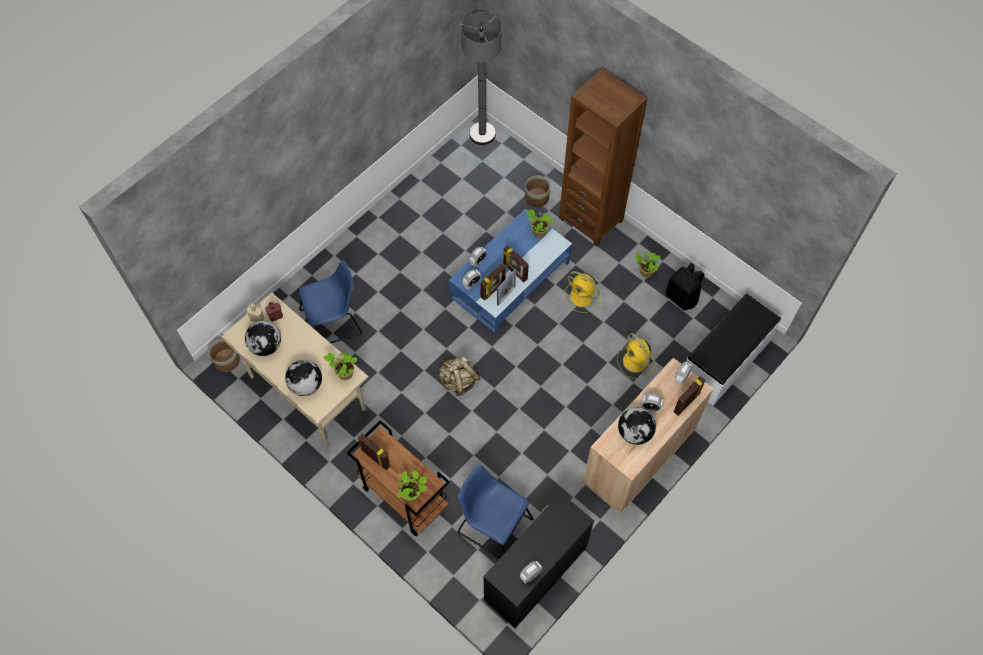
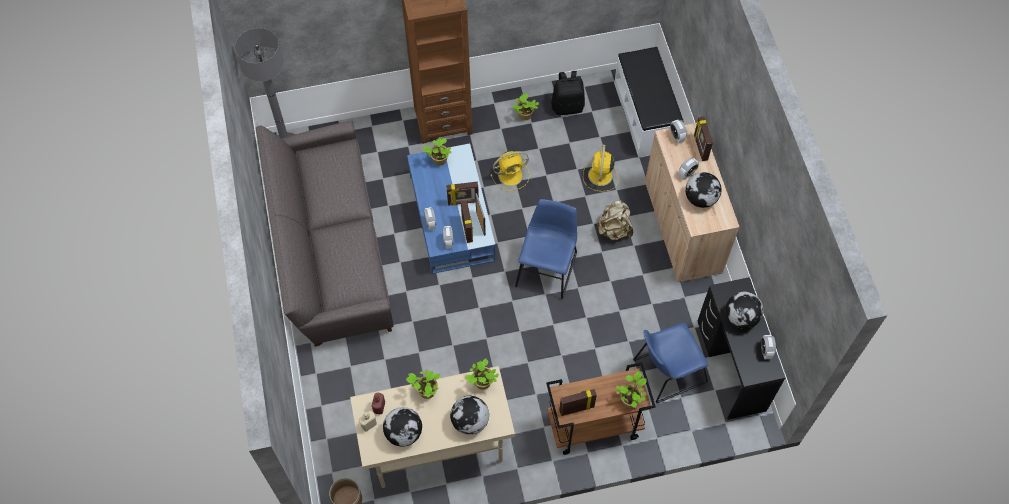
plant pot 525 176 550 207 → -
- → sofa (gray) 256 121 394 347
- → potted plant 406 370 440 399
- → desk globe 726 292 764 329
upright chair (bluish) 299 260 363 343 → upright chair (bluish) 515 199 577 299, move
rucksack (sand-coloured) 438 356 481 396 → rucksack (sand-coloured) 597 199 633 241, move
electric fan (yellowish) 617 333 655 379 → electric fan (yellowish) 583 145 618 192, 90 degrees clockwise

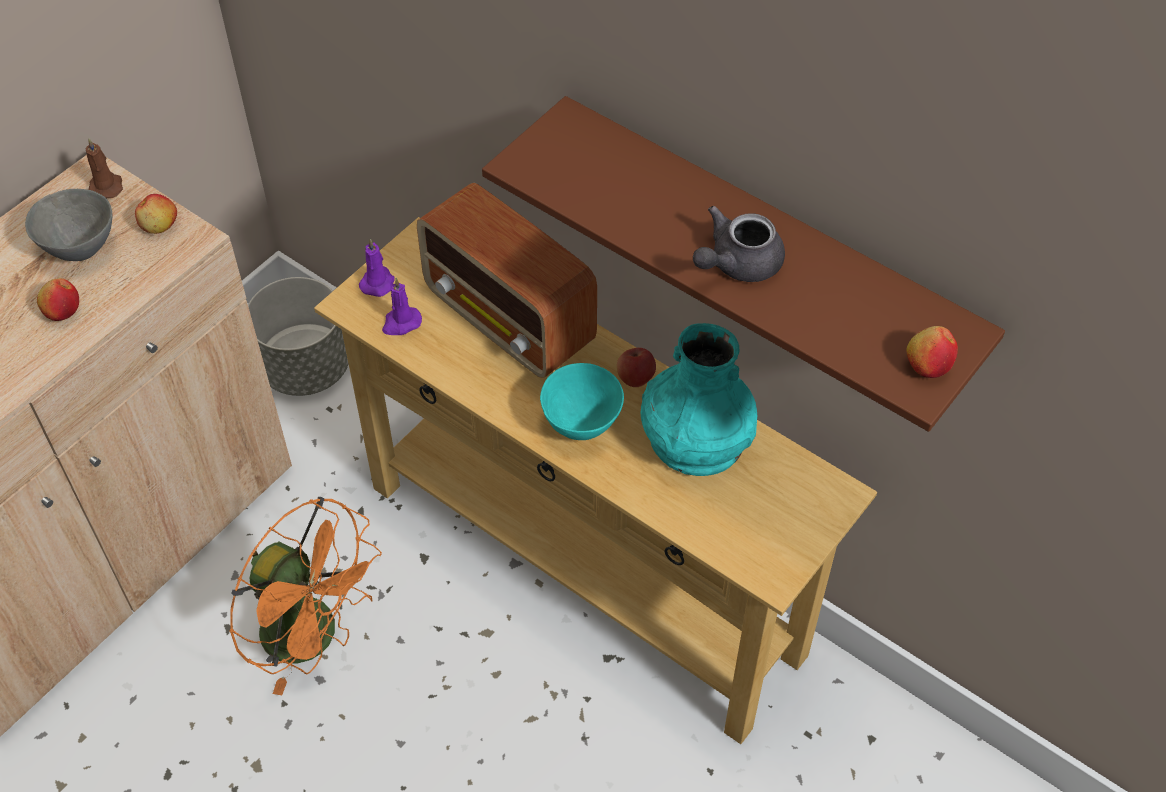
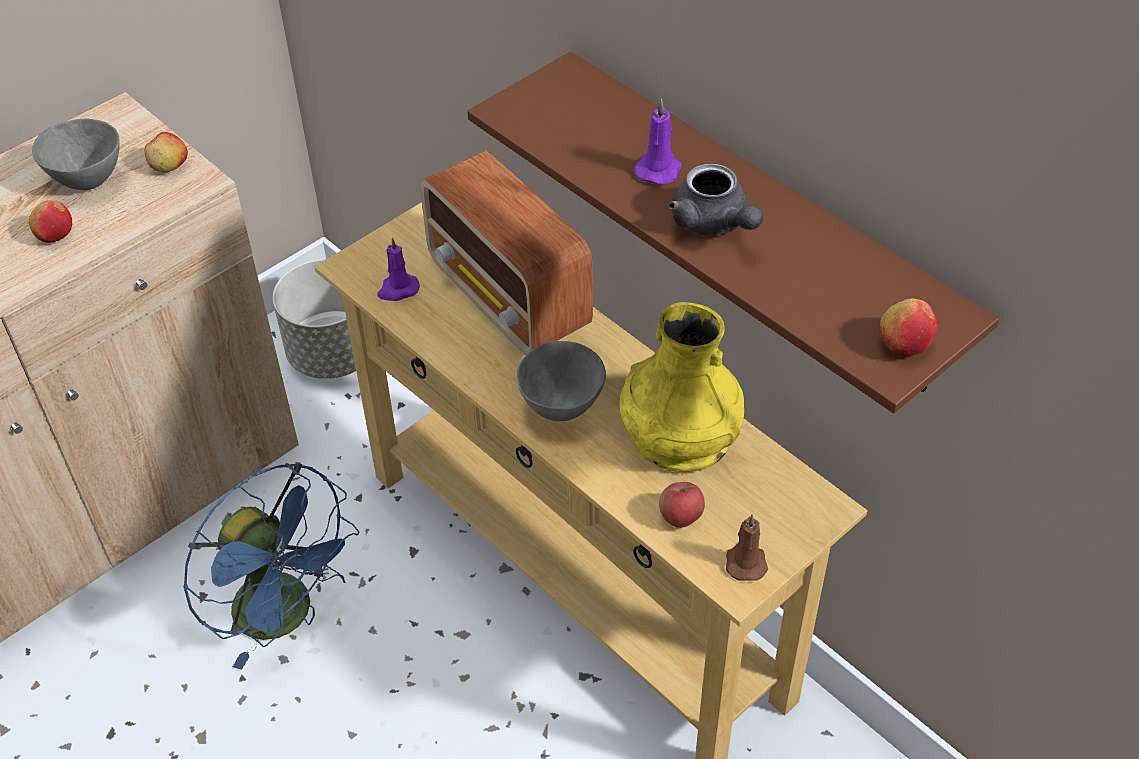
wax light (brownish) 86 138 123 198 → wax light (brownish) 726 514 768 581, move
wax light (purple-coloured) 359 239 395 297 → wax light (purple-coloured) 634 98 682 185, move
whole apple 617 348 656 387 → whole apple 659 482 705 528, move
electric fan (orange) 229 497 382 695 → electric fan (bluish) 183 462 359 670
deep dish (turquoise-coloured) 540 363 624 440 → deep dish (gray) 517 341 606 421
decorative vase (turquoise-coloured) 641 323 757 476 → decorative vase (yellowish) 620 302 744 472
tea pot (gray) 693 206 785 282 → tea pot (gray) 669 163 763 236, 90 degrees counterclockwise

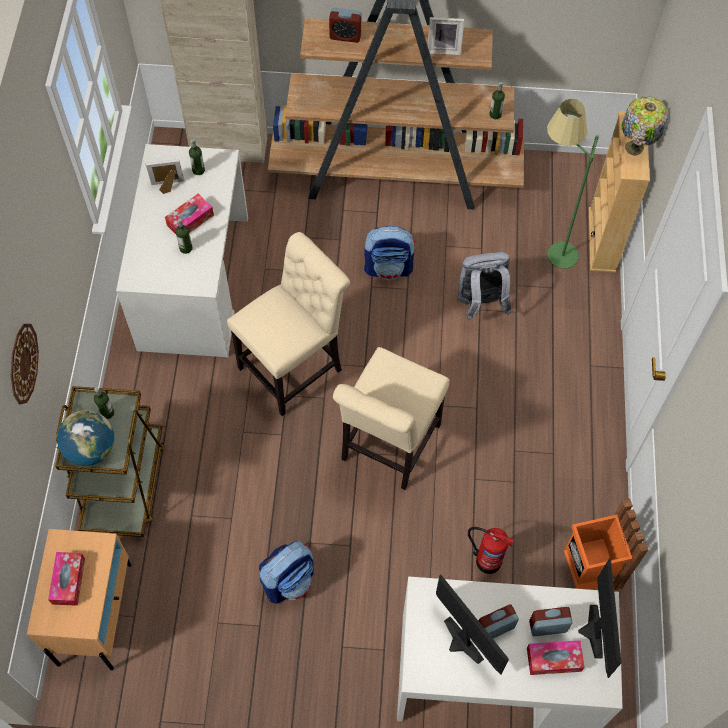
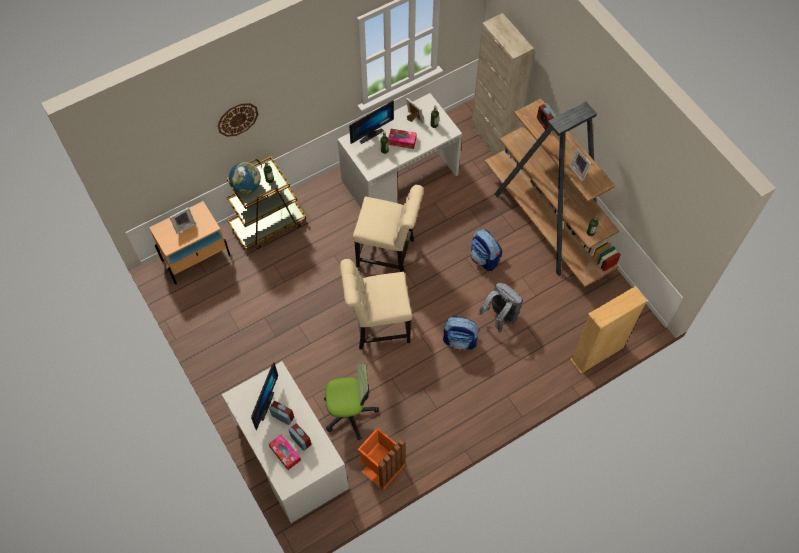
standing lamp (greenish) 547 99 599 269 → -
lamp for a table 621 97 668 156 → -
rucksack 259 541 314 603 → rucksack 443 316 480 351, move
monitor 578 558 621 678 → monitor 349 100 394 144, move
tissue holder 48 552 85 606 → standing frame 169 207 195 234
extinguisher 468 527 514 574 → computer chair 324 363 379 440

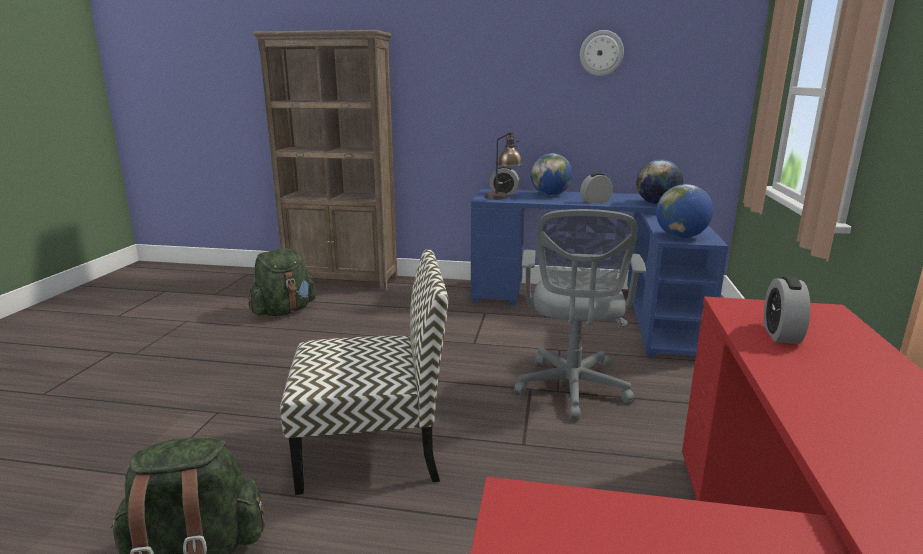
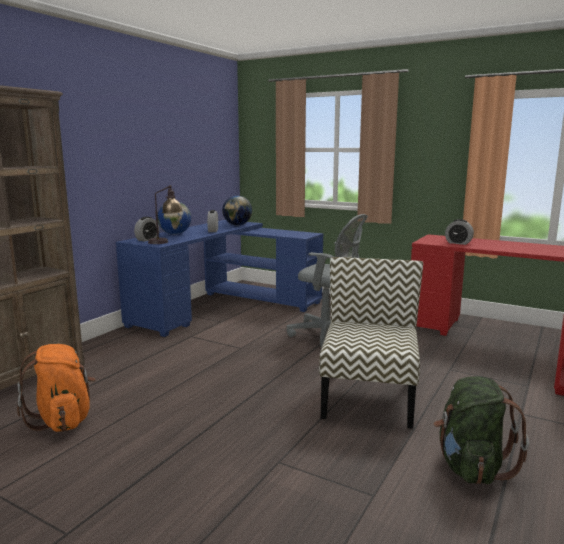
clock on the wall 580 30 624 76 → -
desk globe 656 184 713 238 → -
rucksack (greenish) 249 248 316 316 → rucksack (orange) 17 344 96 432

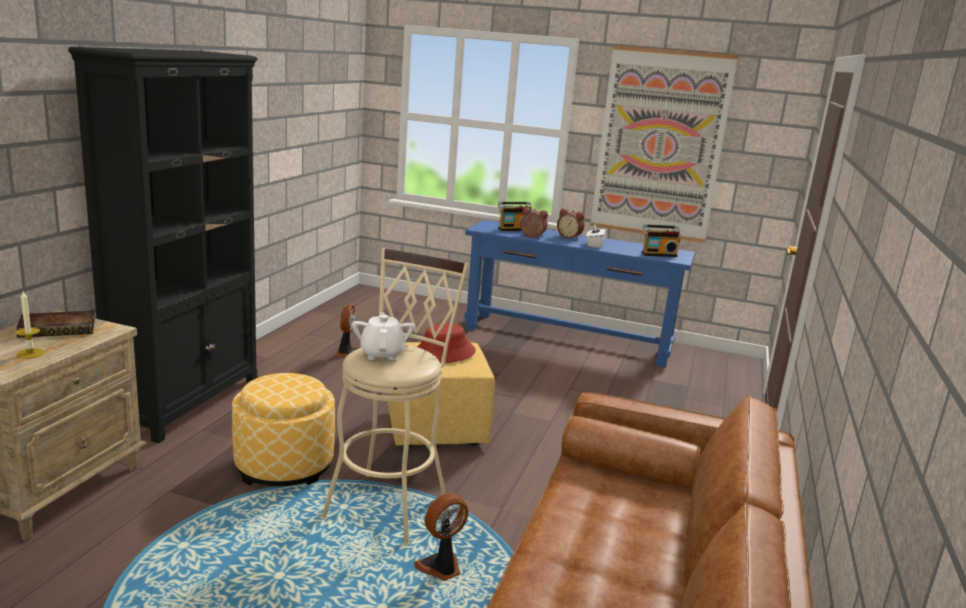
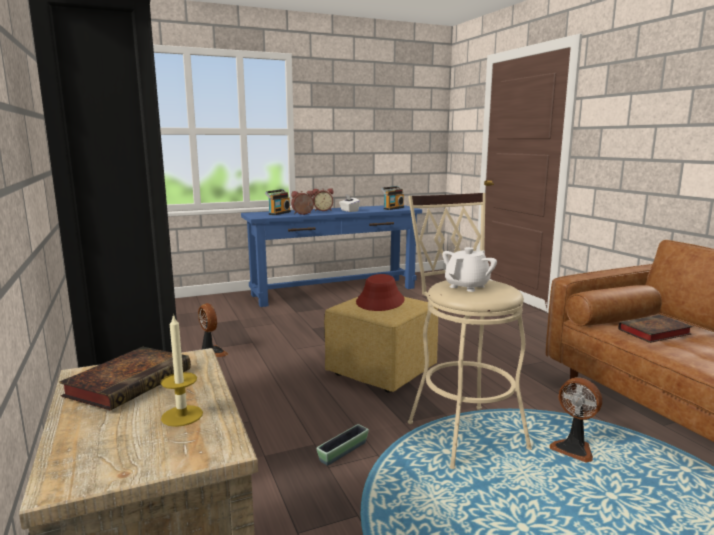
wall art 590 45 738 243 → -
- → book 618 315 693 343
footrest 232 373 335 486 → plant pot 316 424 369 466
tea pot (white) 352 312 415 360 → tea pot (white) 443 247 497 292, 90 degrees clockwise
electric fan 414 493 468 581 → electric fan 549 378 602 463, 60 degrees counterclockwise

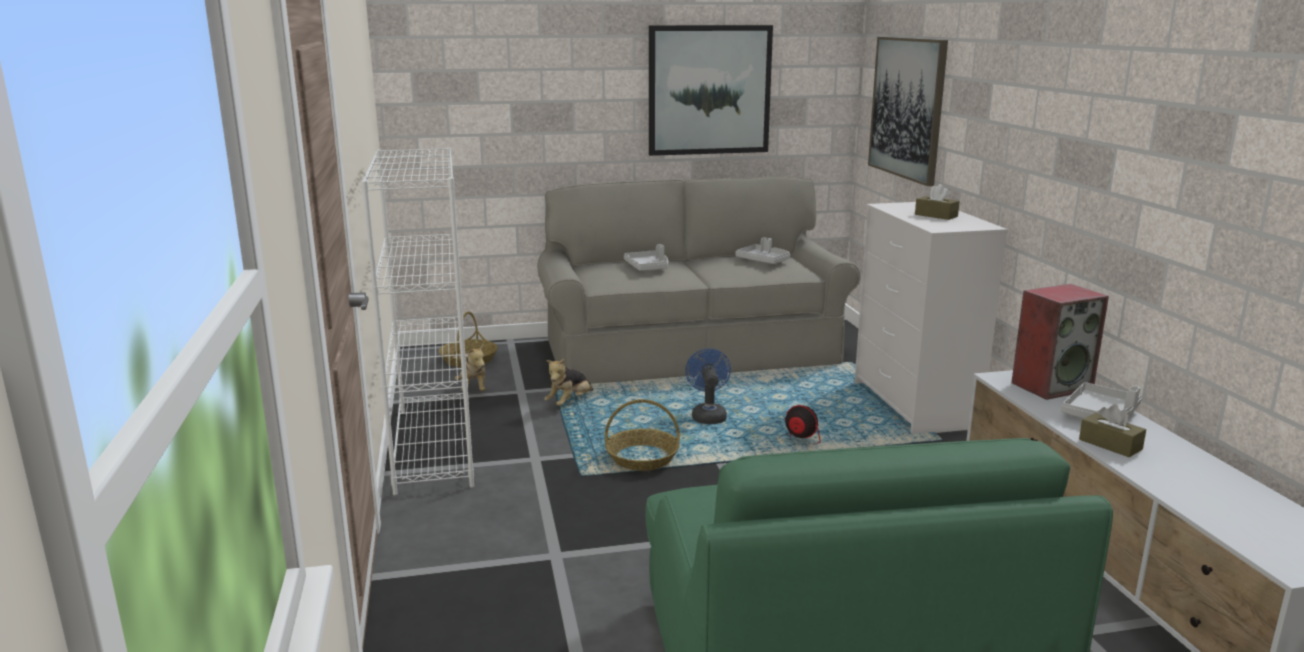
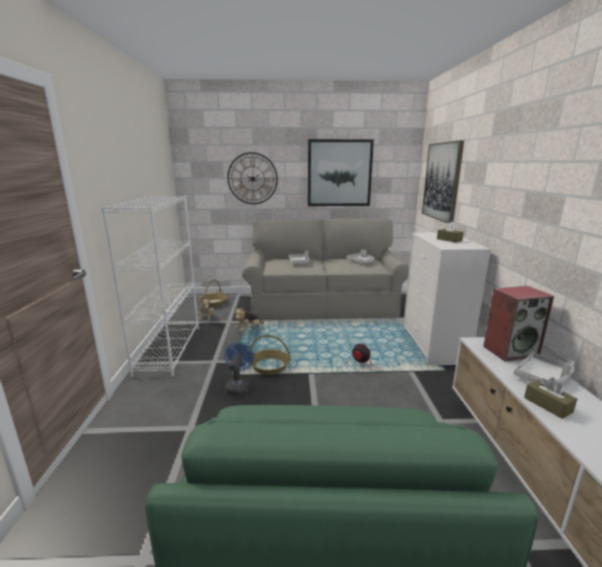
- → clock on the wall 227 152 278 204
electric fan (bluish) 685 348 731 424 → electric fan (bluish) 224 343 254 395, move

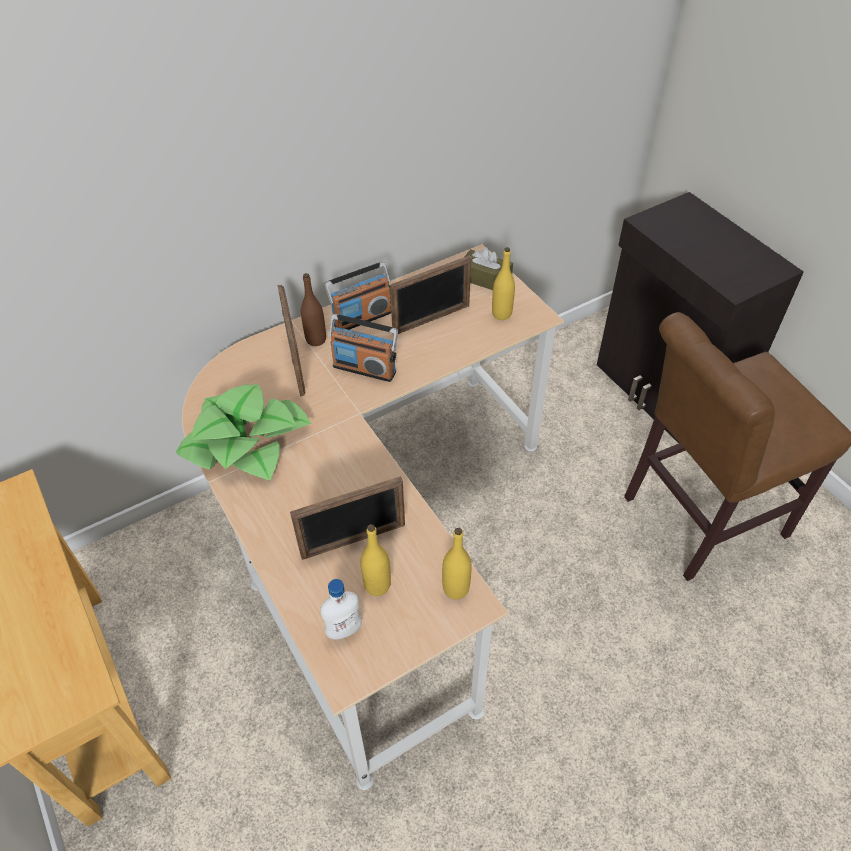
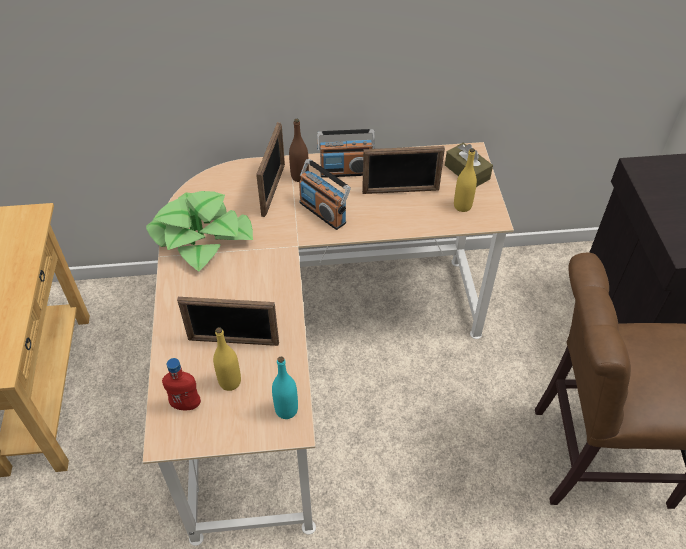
drink bottle (white) 320 579 362 640 → drink bottle (red) 162 358 201 410
drink bottle (yellowish) 442 528 471 599 → drink bottle (turquoise-coloured) 272 356 298 419

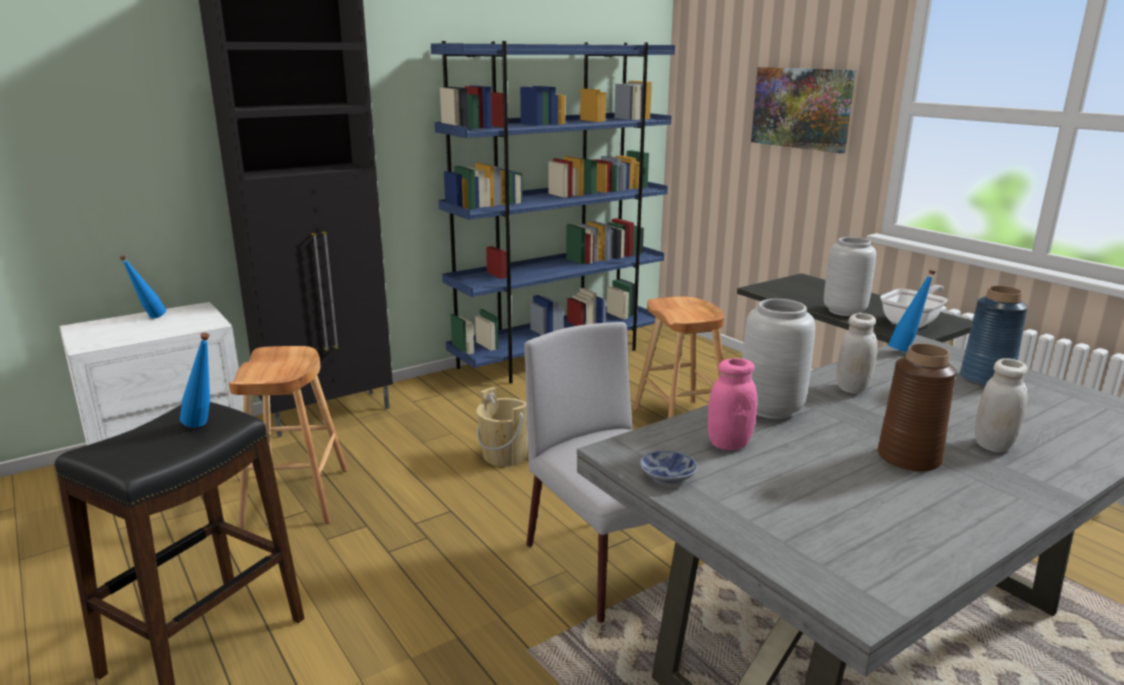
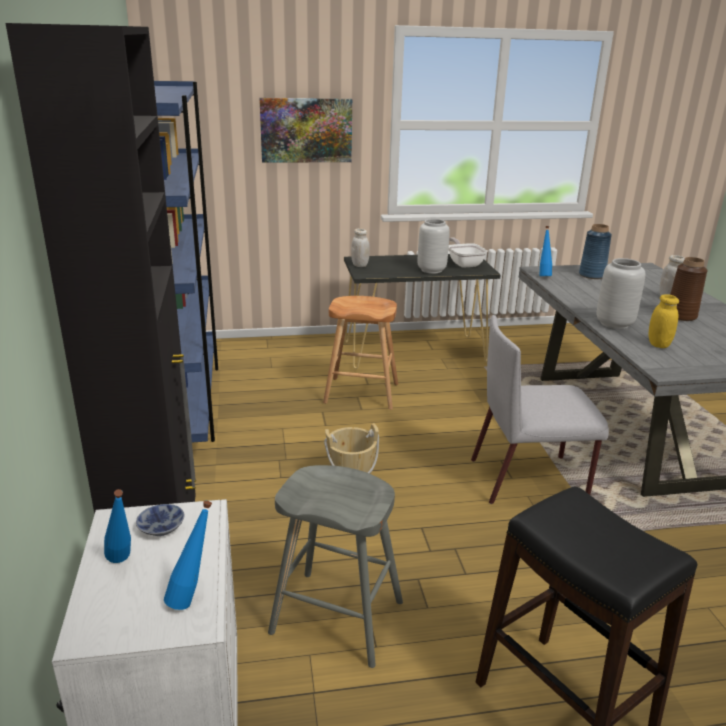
drink bottle (bluish) 180 333 210 428 → drink bottle (bluish) 164 501 212 610, move
deep dish 640 450 697 485 → deep dish 136 504 185 536, move
storage jar (white) 837 313 877 394 → storage jar (white) 351 228 370 267, move
stool seat (brownish) 229 346 348 528 → stool seat (gray) 268 465 403 668
storage jar (pinkish) 708 358 757 450 → storage jar (yellowish) 649 294 679 348

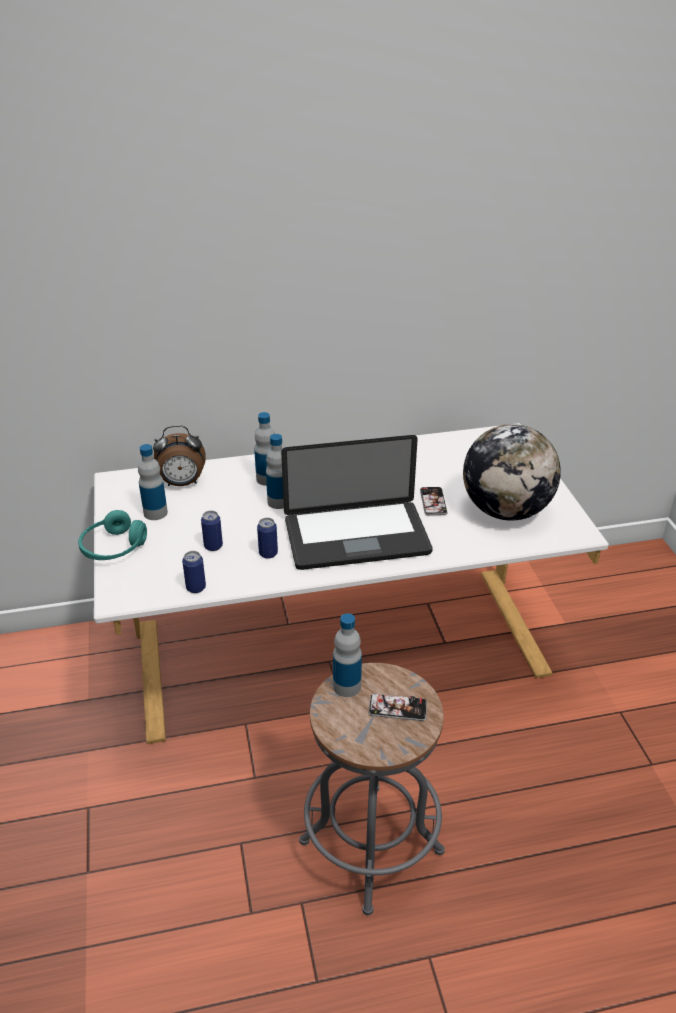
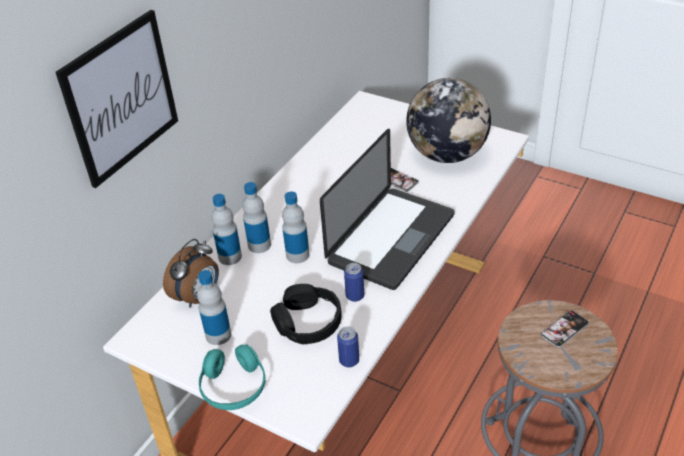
- → wall art 56 10 178 188
drink bottle 333 613 362 697 → drink bottle 211 194 242 265, move
metal can 201 511 223 551 → pair of headphones (black-coloured) 270 284 342 344

